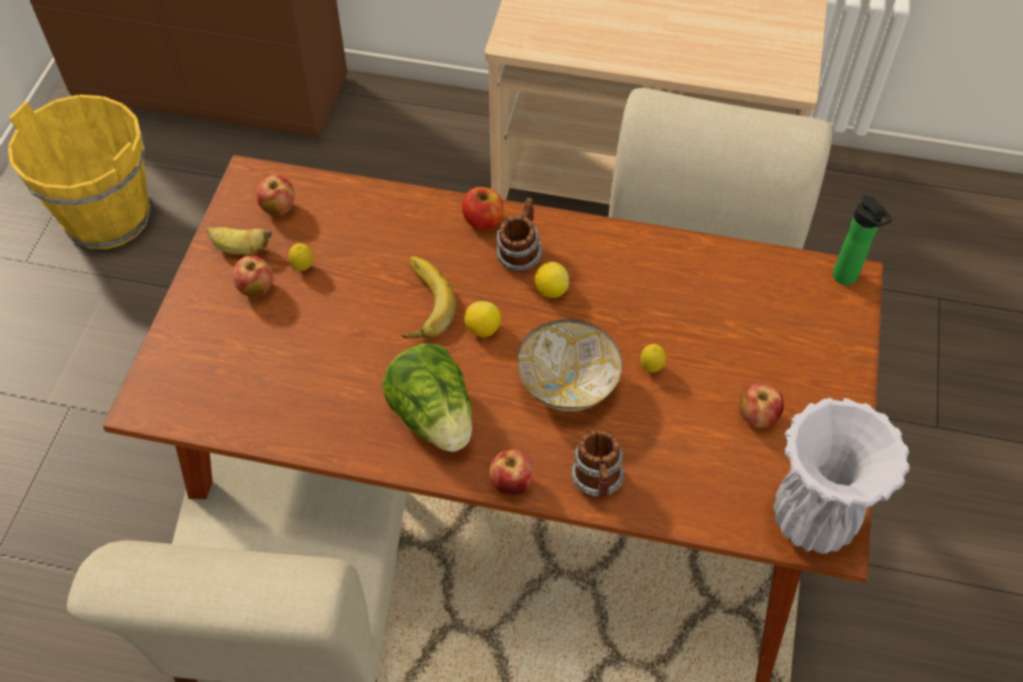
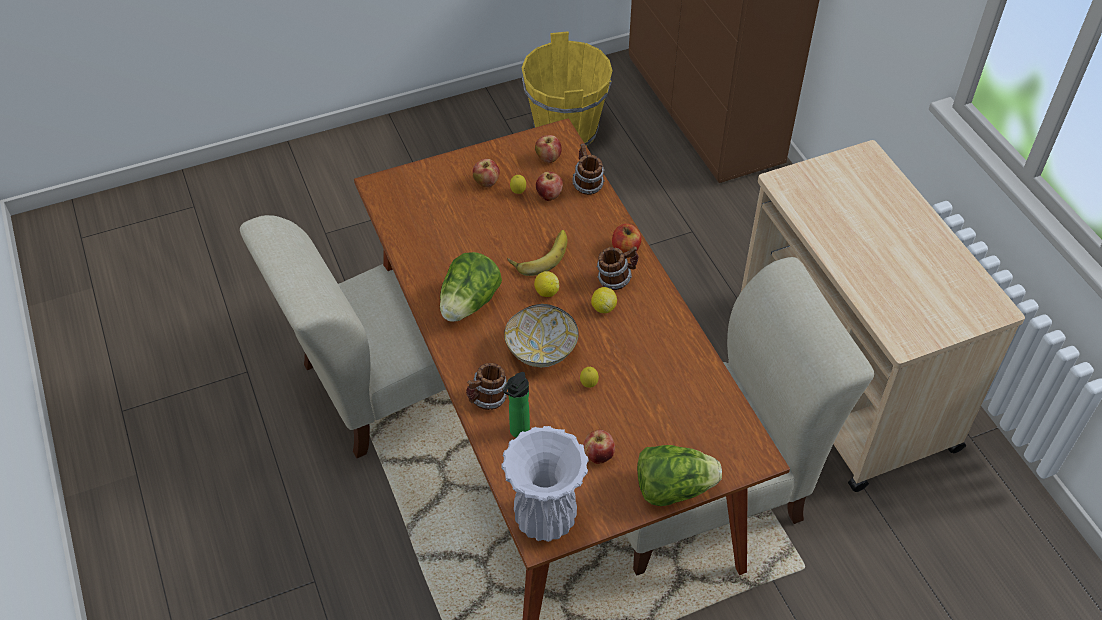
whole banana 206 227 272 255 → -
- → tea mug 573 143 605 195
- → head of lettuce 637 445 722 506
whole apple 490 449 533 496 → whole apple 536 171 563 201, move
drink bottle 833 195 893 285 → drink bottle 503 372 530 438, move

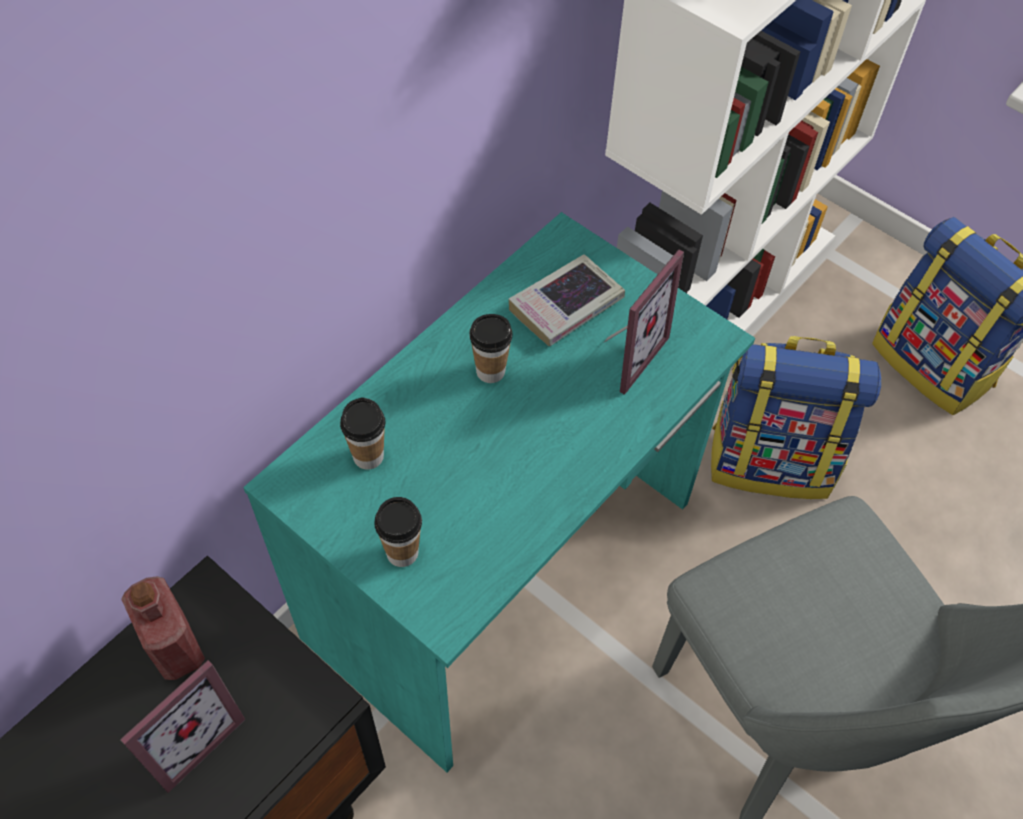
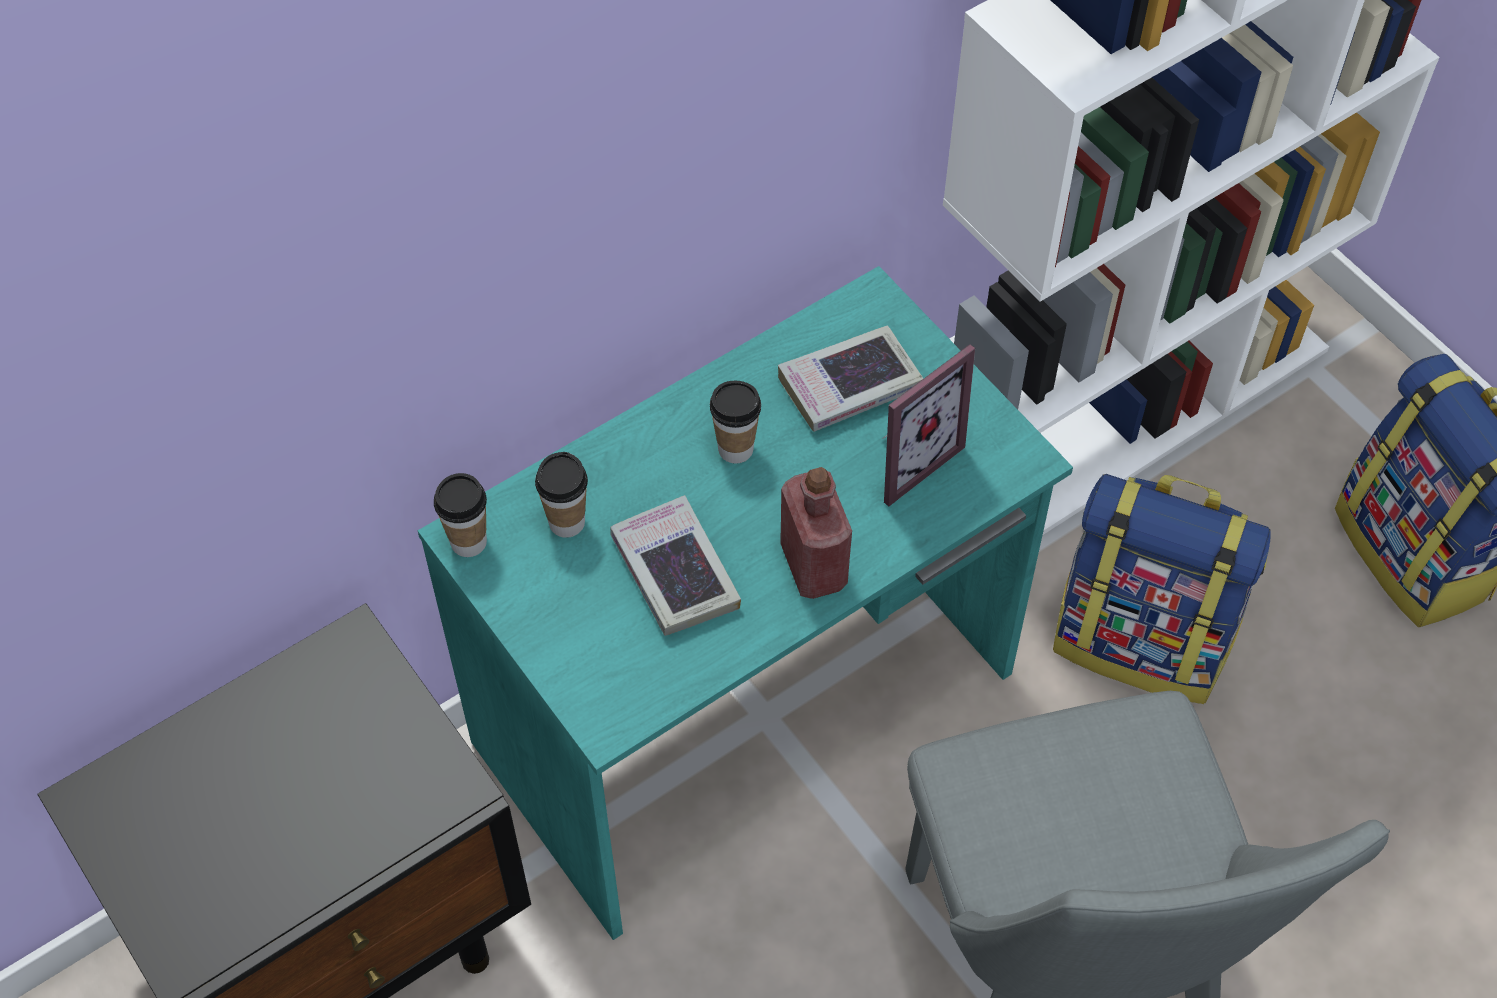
standing frame 120 660 245 793 → -
- → book 610 495 741 636
drink bottle (red) 121 576 205 680 → drink bottle (red) 780 467 852 599, move
drinking cup 374 497 422 567 → drinking cup 434 473 487 557, move

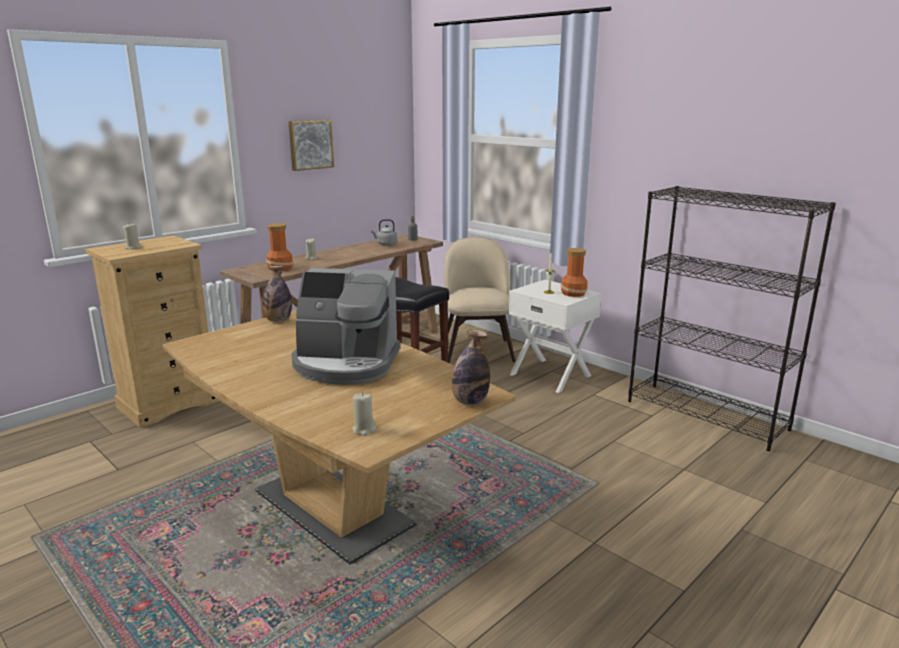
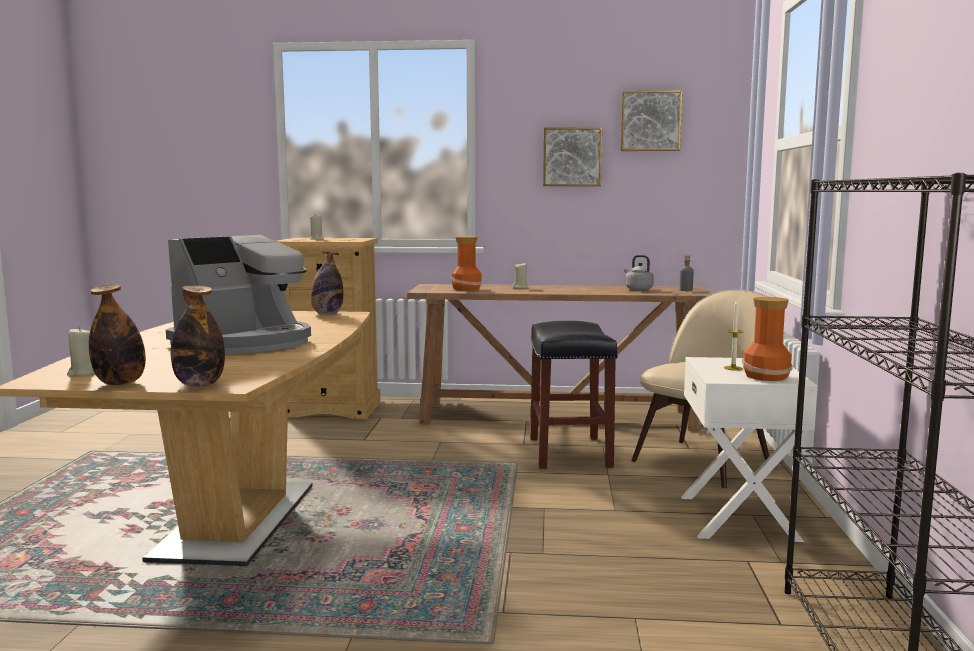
- → drink bottle 89 284 146 385
- → wall art 620 90 682 151
coffee brewer 292 268 400 384 → coffee brewer 166 235 311 354, 105 degrees counterclockwise

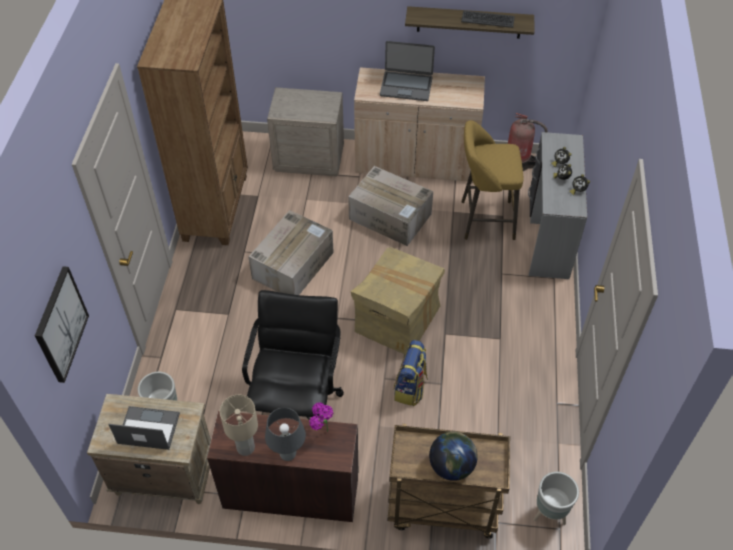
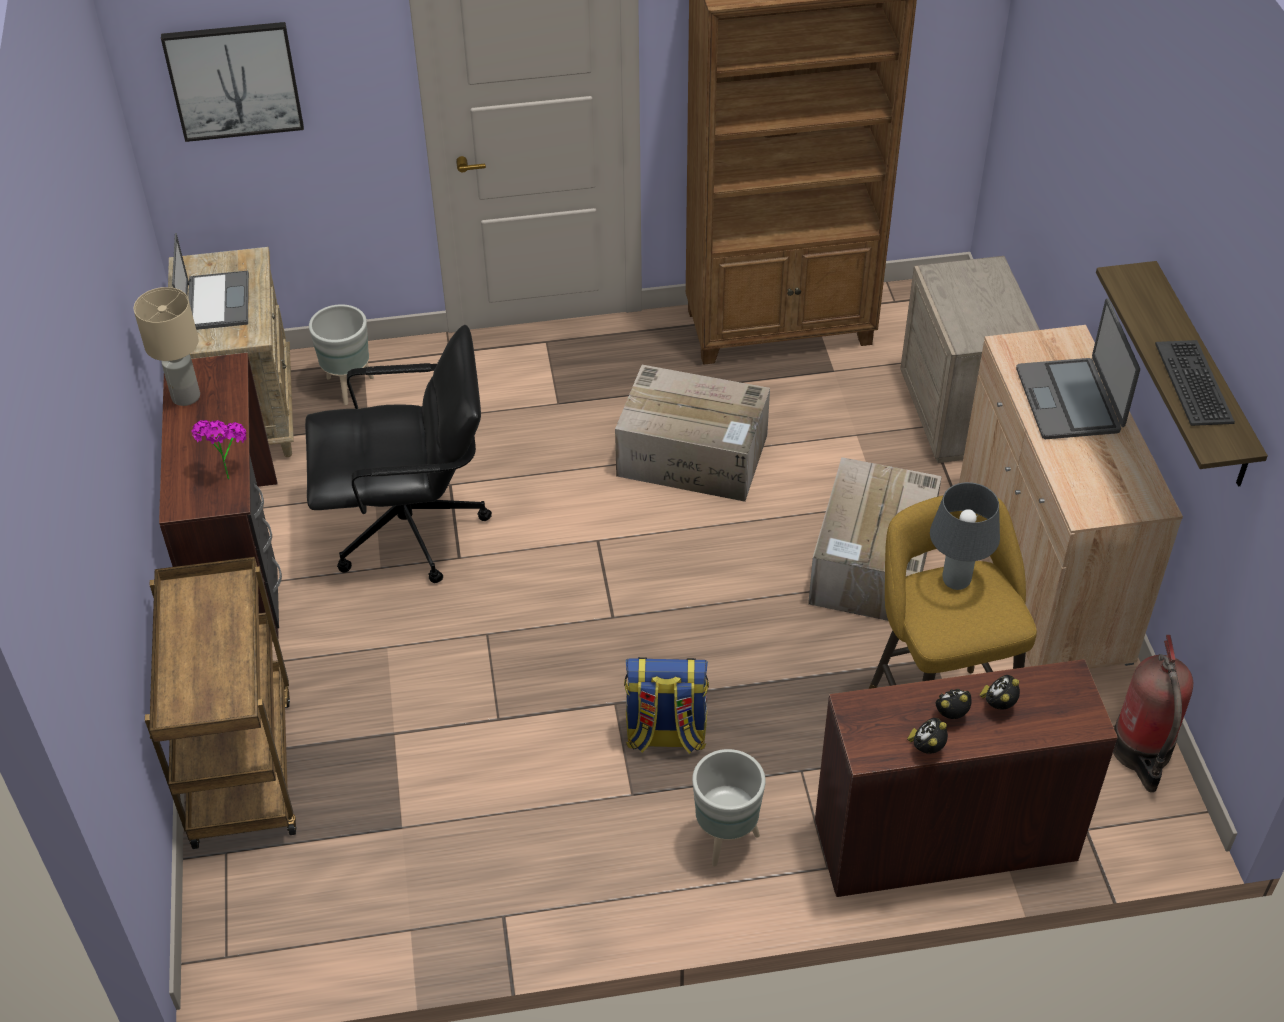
cardboard box 350 247 445 354 → -
desk globe 429 432 478 481 → -
lamp for a table (gray) 265 407 306 461 → lamp for a table (gray) 930 482 1000 590, move
rucksack 394 340 428 406 → rucksack 624 657 709 754, move
plant pot (gray) 533 472 579 525 → plant pot (gray) 692 749 766 866, move
desk (gray) 528 132 587 279 → desk (brownish) 815 659 1118 897

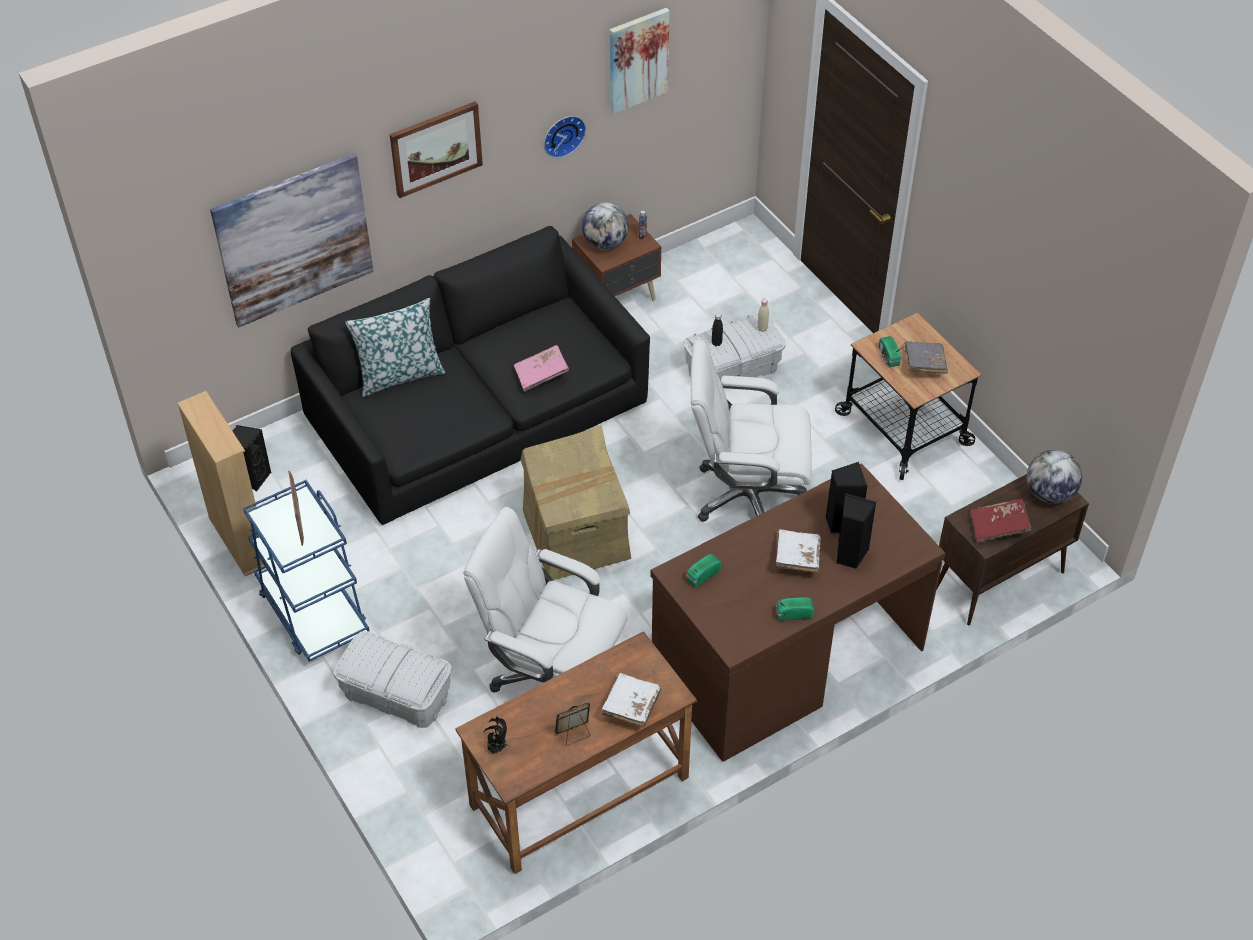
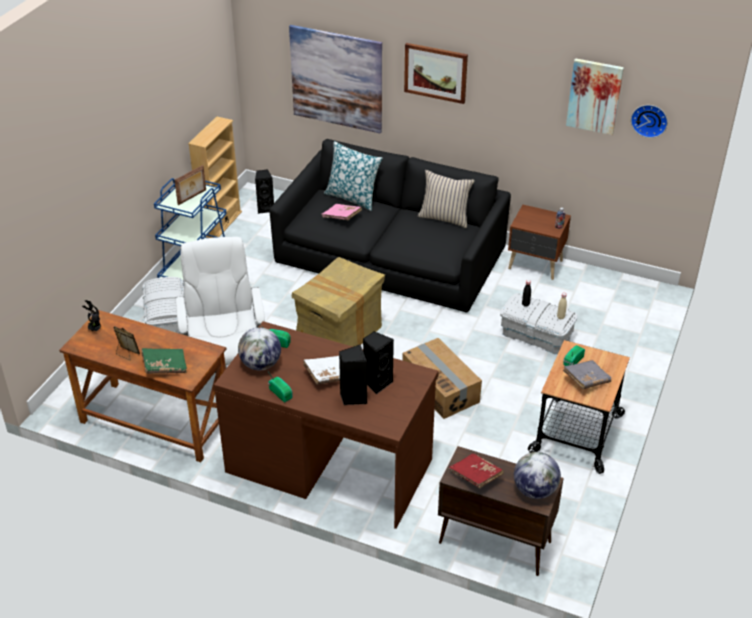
- → cushion (sand-coloured) 418 170 475 228
book (pinkish) 514 345 569 392 → book (pinkish) 322 204 362 220, move
clock on the wall 544 116 586 158 → clock on the wall 631 105 668 138, move
desk globe 582 202 629 250 → desk globe 238 327 281 370, move
computer chair (white) 691 340 812 522 → cardboard box 403 338 482 419
book (white) 601 673 661 727 → book (greenish) 141 348 187 373

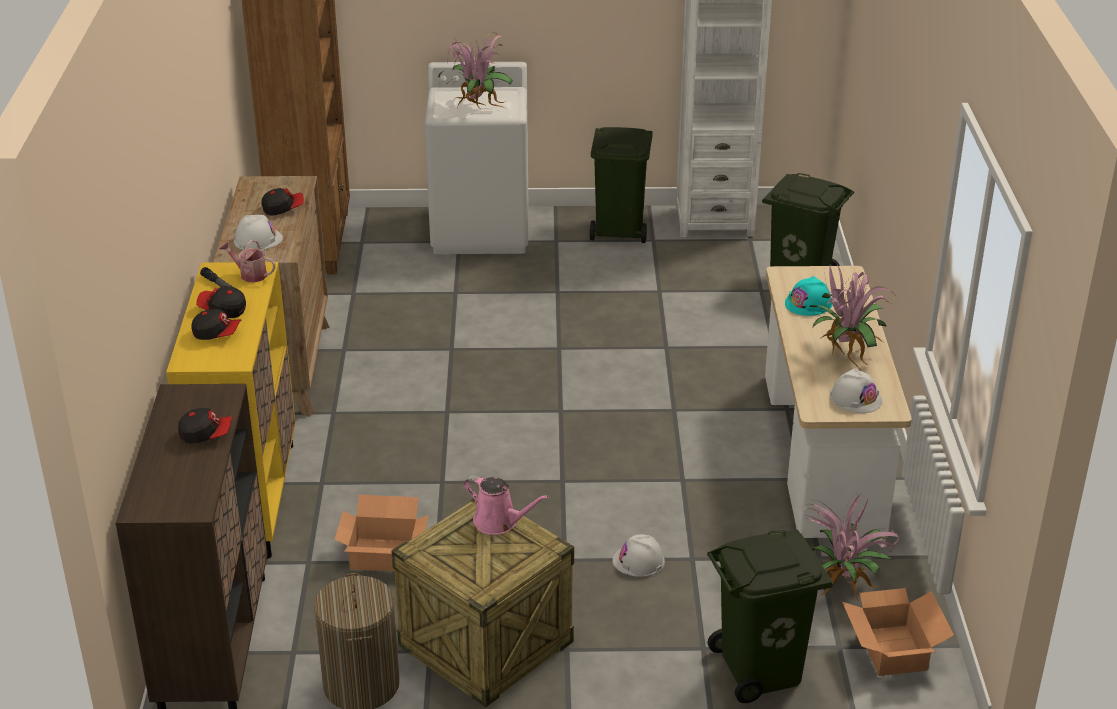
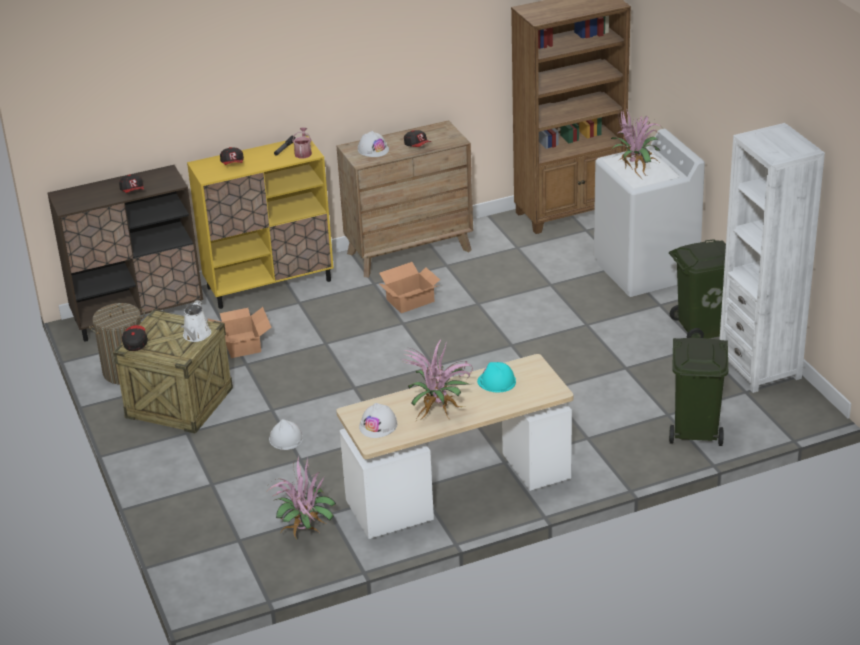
rubbish bin (greenish) 707 530 834 703 → -
peaked cap 196 286 246 318 → peaked cap 122 325 148 351, move
cardboard box 842 588 954 676 → cardboard box 378 262 440 313, move
watering can (pinkish) 464 475 549 535 → watering can (white) 181 300 211 342

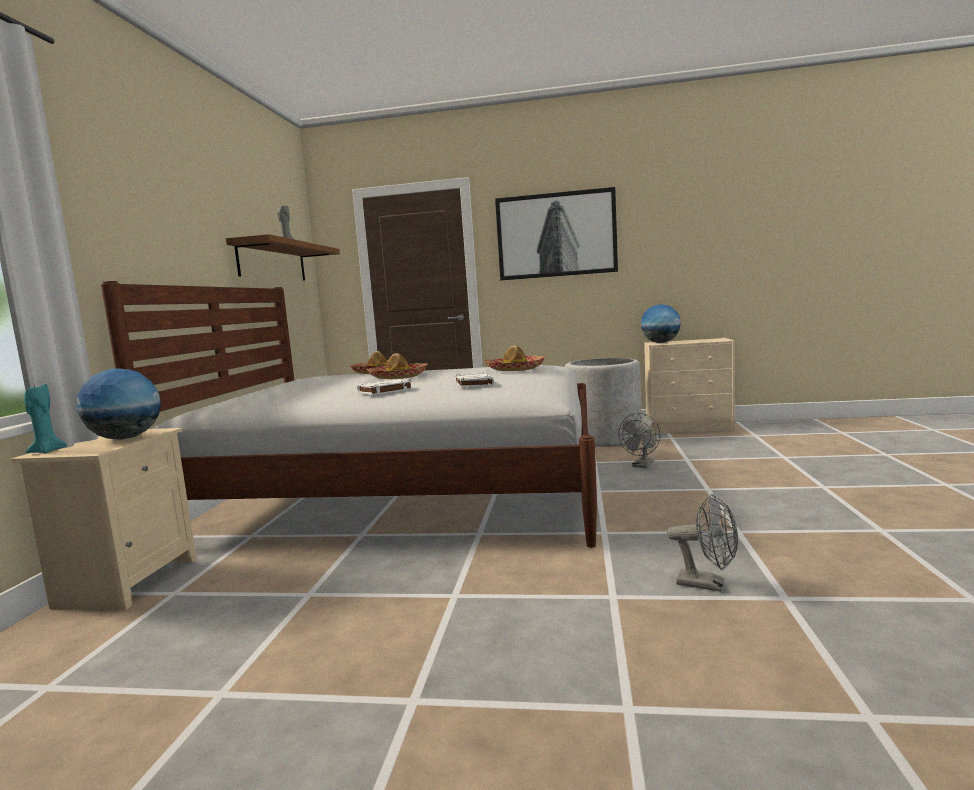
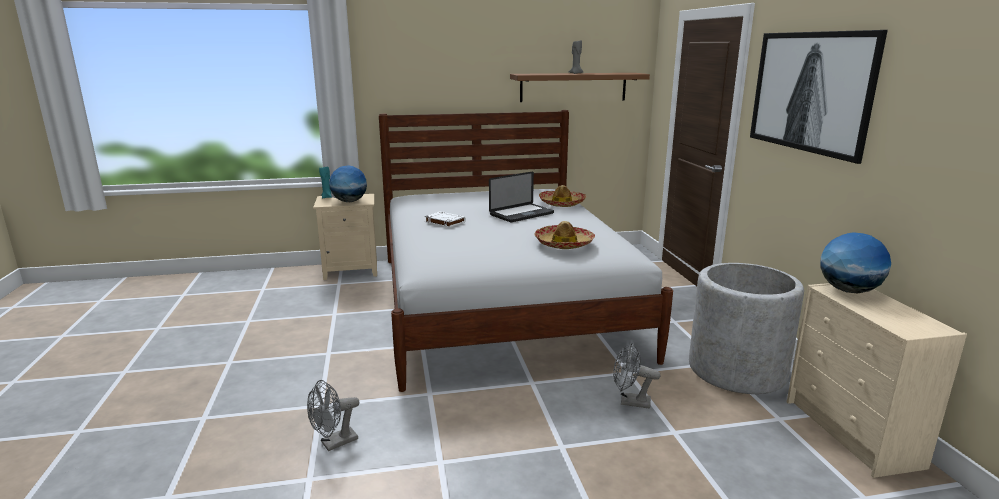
book (white) 455 372 494 388 → -
clothing hat 366 353 428 379 → notebook computer 489 172 554 222
electric fan (gray) 667 494 738 592 → electric fan (gray) 307 380 359 451, 45 degrees clockwise

